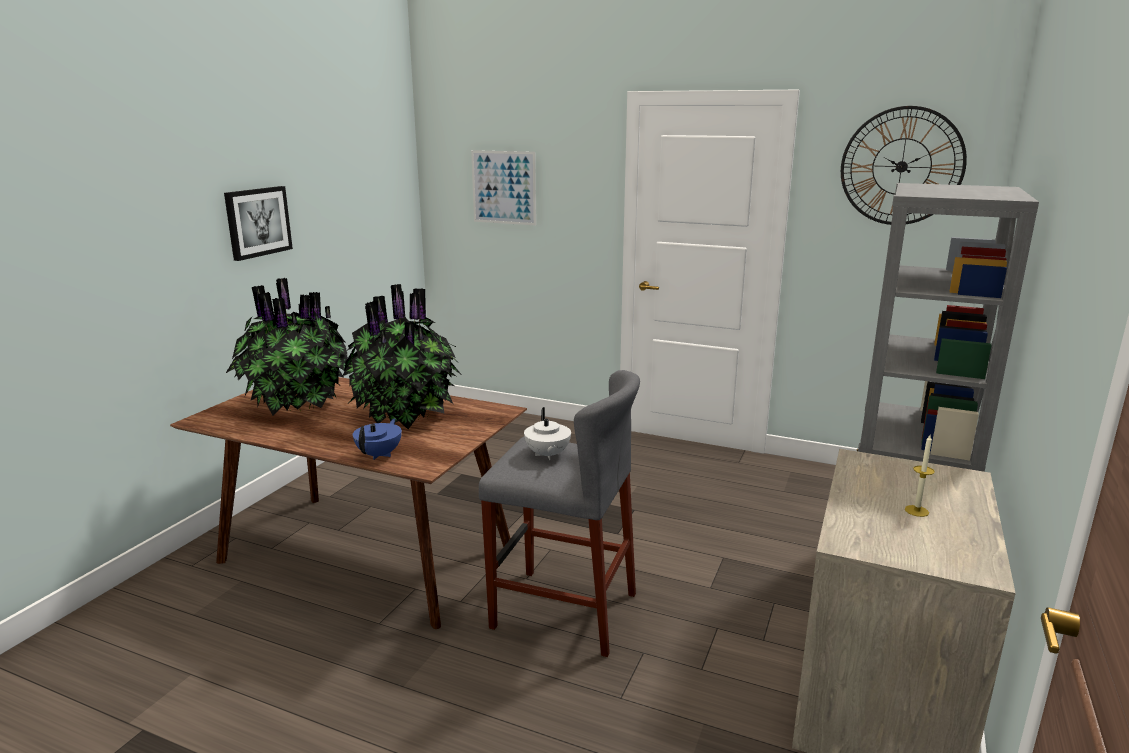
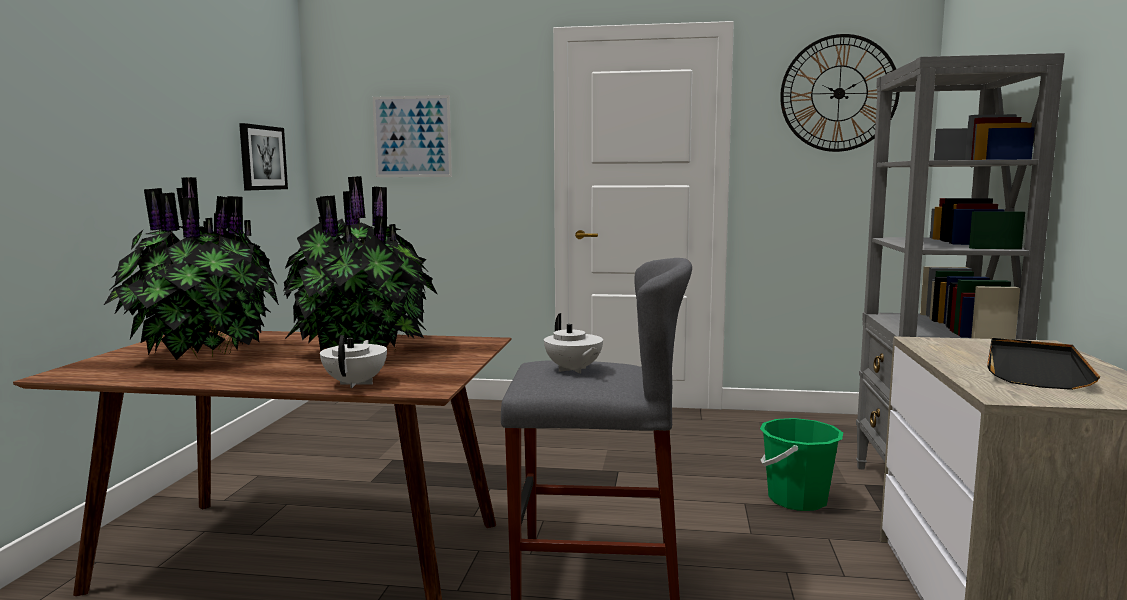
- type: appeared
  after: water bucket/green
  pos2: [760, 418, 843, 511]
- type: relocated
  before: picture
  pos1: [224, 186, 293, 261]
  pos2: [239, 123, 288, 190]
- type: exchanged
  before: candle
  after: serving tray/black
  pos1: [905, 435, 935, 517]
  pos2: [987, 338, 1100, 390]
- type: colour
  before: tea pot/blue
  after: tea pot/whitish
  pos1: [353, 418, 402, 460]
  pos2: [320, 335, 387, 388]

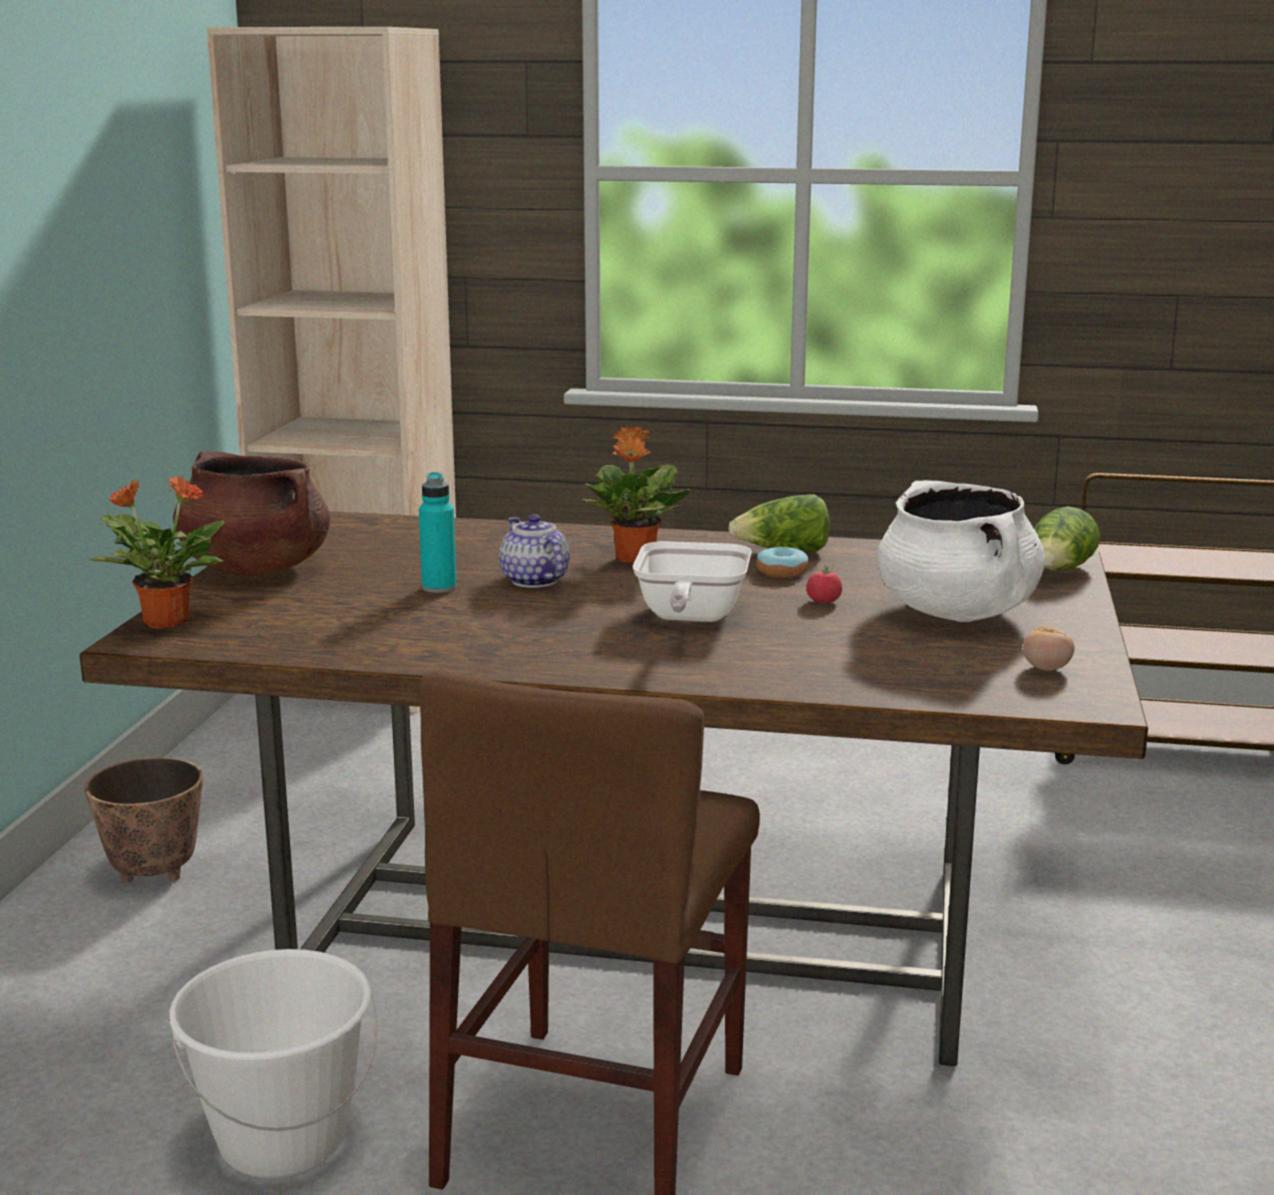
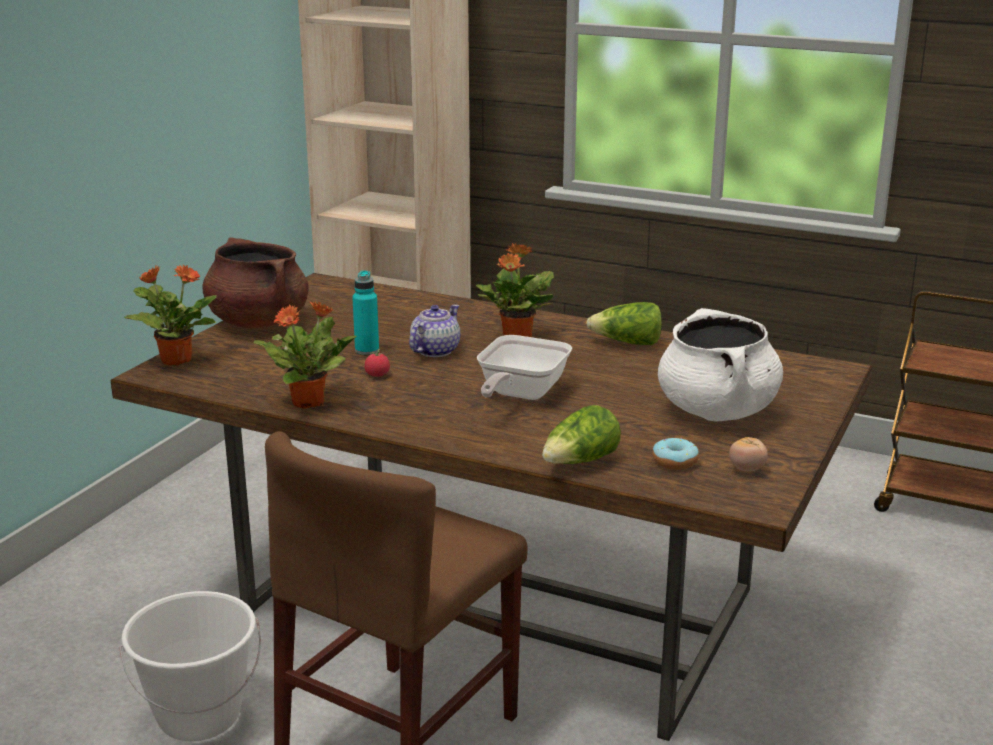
- type: missing
  before: flower pot
  pos1: [84, 757, 203, 883]
- type: appeared
  after: plant in a pot
  pos2: [254, 301, 357, 409]
- type: relocated
  before: doughnut
  pos1: [756, 546, 809, 578]
  pos2: [652, 438, 699, 470]
- type: relocated
  before: whole tomato
  pos1: [806, 565, 842, 603]
  pos2: [364, 349, 390, 377]
- type: relocated
  before: lettuce head
  pos1: [1034, 507, 1100, 570]
  pos2: [542, 405, 621, 464]
- type: spun
  before: tea pot
  pos1: [499, 514, 570, 588]
  pos2: [409, 305, 460, 357]
  turn: 45

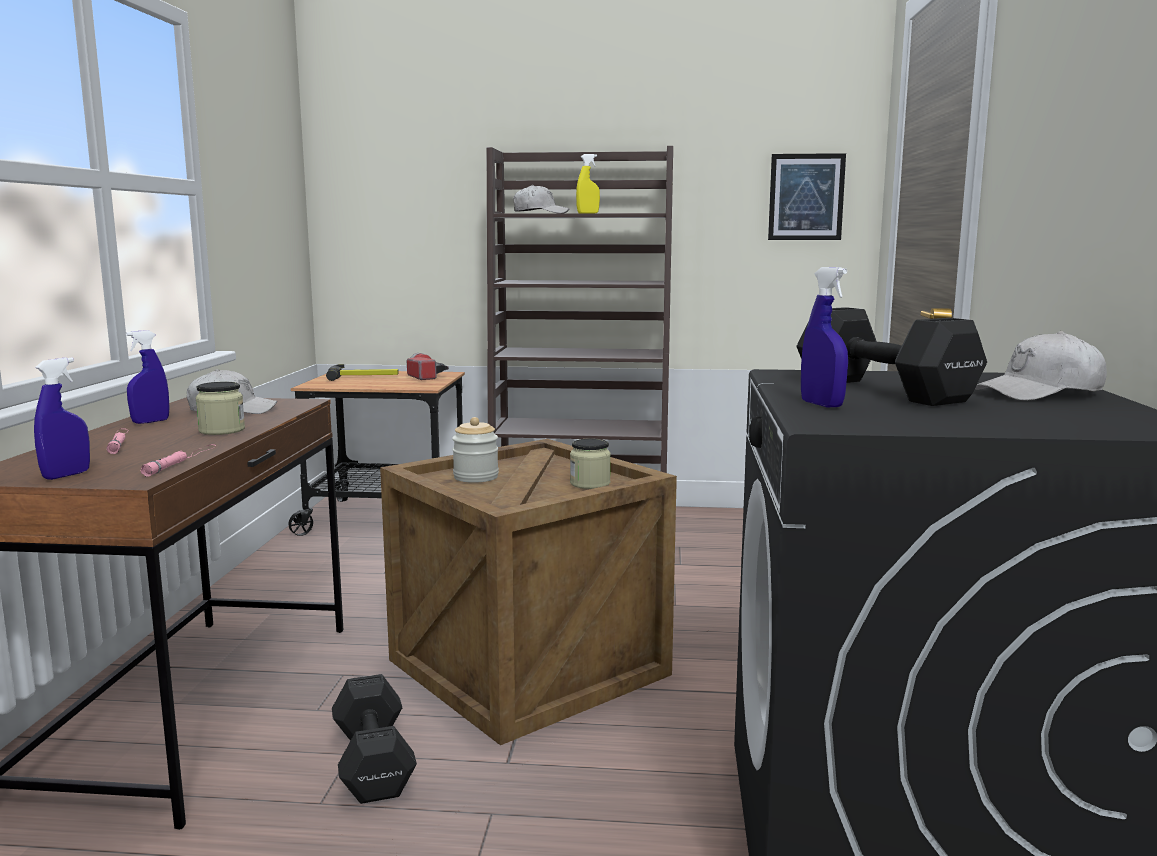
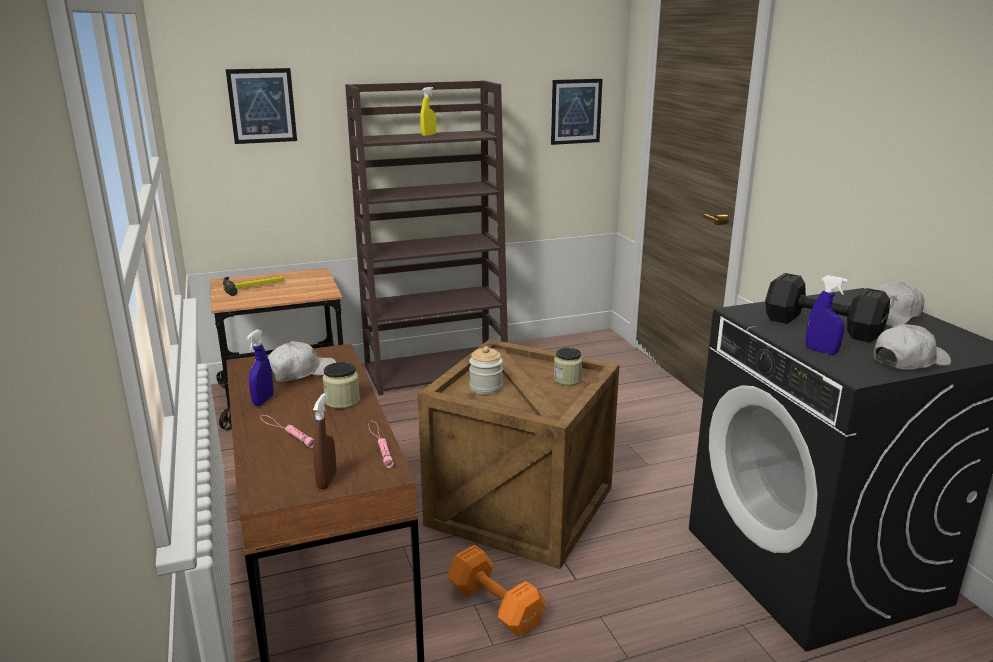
- type: missing
  before: torch
  pos1: [407, 353, 449, 380]
- type: appeared
  after: picture
  pos2: [226, 68, 297, 144]
- type: relocated
  before: baseball cap/whitish
  pos1: [513, 185, 570, 213]
  pos2: [874, 324, 951, 370]
- type: colour
  before: spray bottle/blue
  after: spray bottle/brownish
  pos1: [34, 358, 90, 480]
  pos2: [313, 393, 336, 489]
- type: colour
  before: hand weight/black
  after: hand weight/orangey
  pos1: [332, 674, 417, 804]
  pos2: [448, 545, 546, 637]

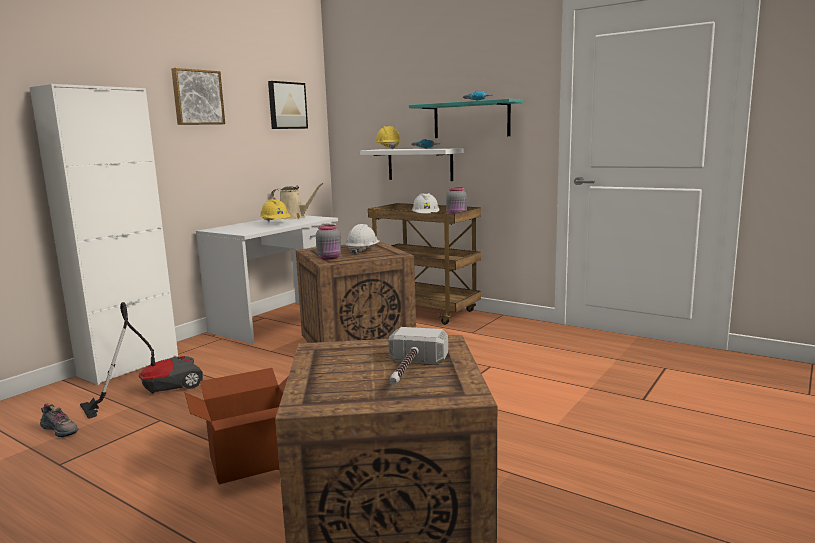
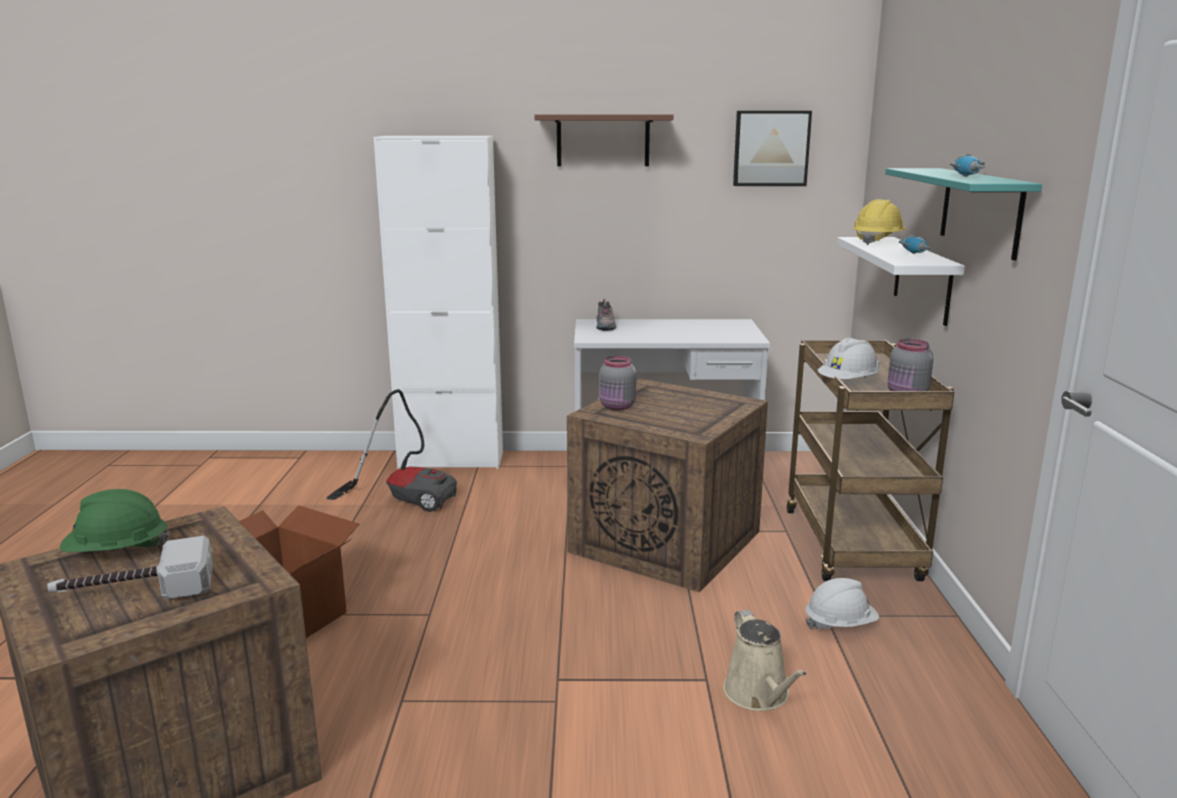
- type: missing
  before: work helmet/yellow
  pos1: [260, 199, 290, 222]
- type: appeared
  after: work helmet/green
  pos2: [60, 489, 170, 552]
- type: relocated
  before: shoe
  pos1: [40, 403, 78, 437]
  pos2: [596, 299, 616, 331]
- type: relocated
  before: watering can/beige-coloured
  pos1: [271, 183, 324, 219]
  pos2: [723, 610, 807, 711]
- type: relocated
  before: work helmet/whitish
  pos1: [346, 224, 379, 255]
  pos2: [805, 578, 879, 630]
- type: exchanged
  before: picture
  after: wall shelf/brownish
  pos1: [171, 68, 225, 125]
  pos2: [534, 114, 674, 166]

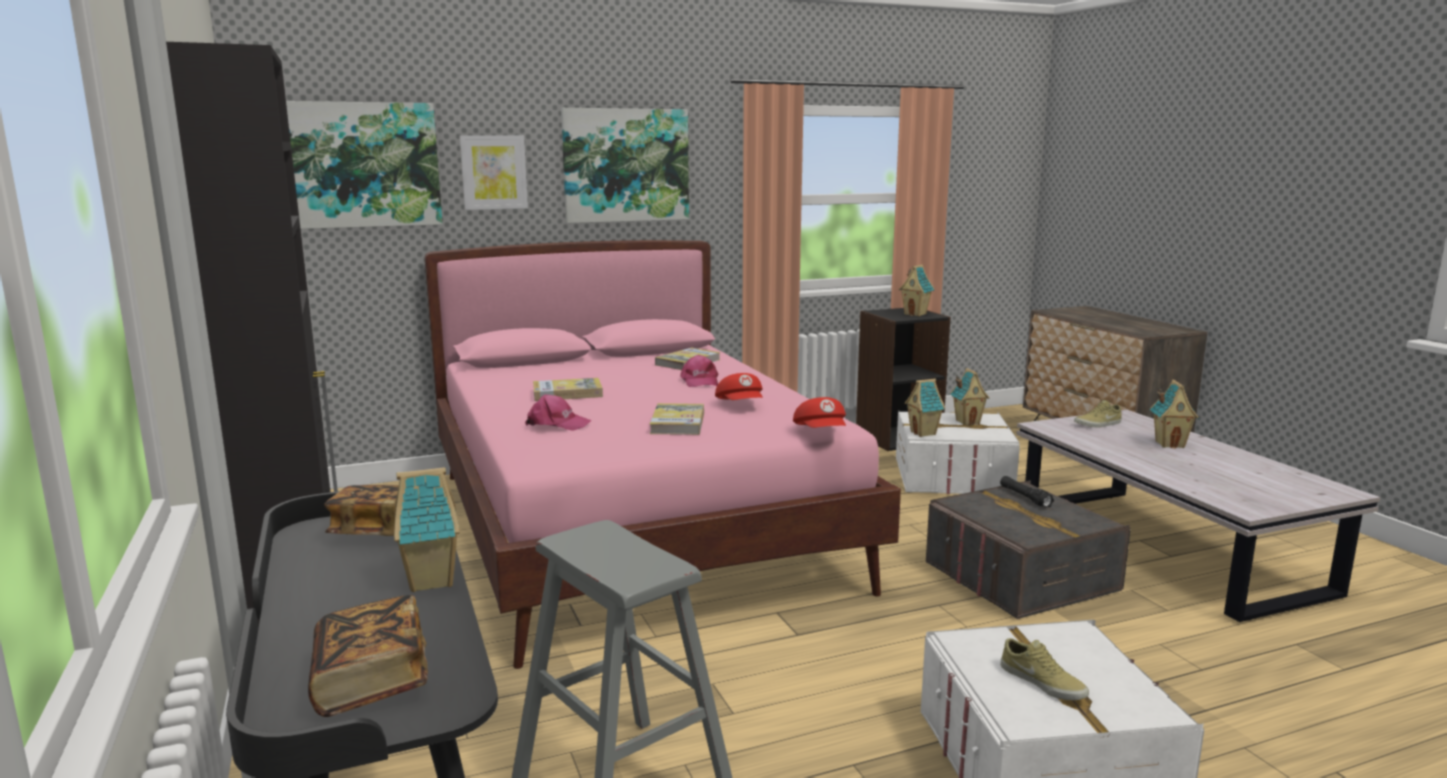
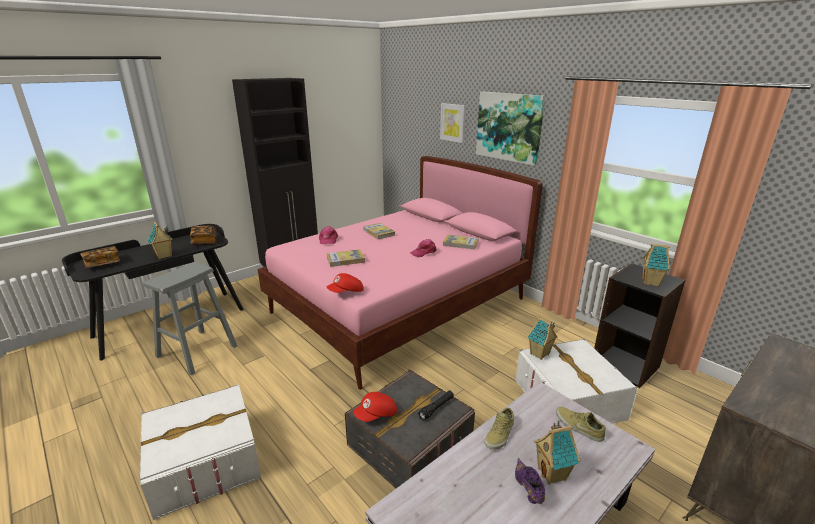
- type: missing
  before: picture
  pos1: [286, 101, 442, 229]
- type: missing
  before: model house
  pos1: [950, 368, 989, 425]
- type: appeared
  after: shoe/purple-coloured
  pos2: [515, 458, 545, 504]
- type: relocated
  before: baseball cap/reddish
  pos1: [715, 373, 763, 400]
  pos2: [353, 392, 397, 422]
- type: relocated
  before: shoe/beige-coloured
  pos1: [1000, 638, 1089, 700]
  pos2: [484, 408, 514, 450]

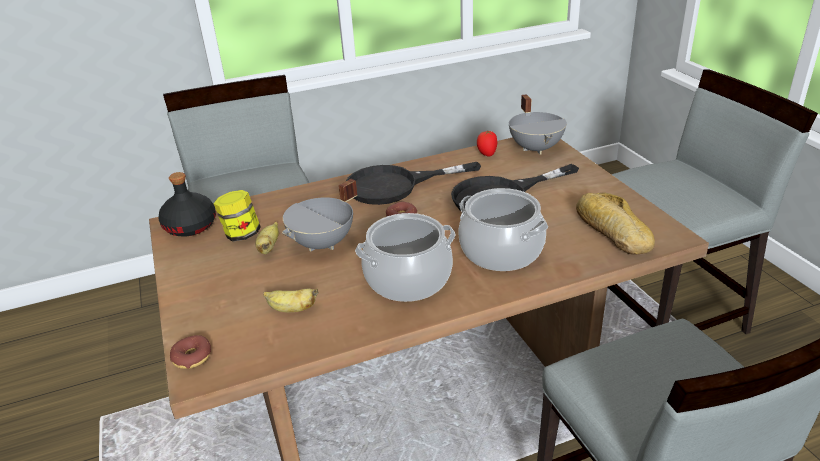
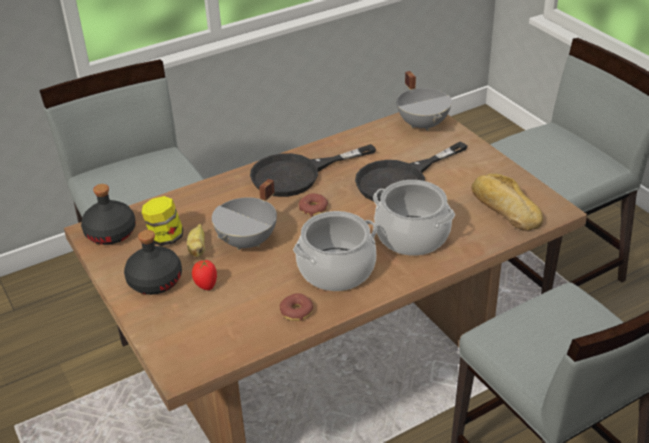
- type: missing
  before: whole banana
  pos1: [263, 289, 318, 312]
- type: appeared
  after: bottle/black
  pos2: [124, 230, 182, 295]
- type: relocated
  before: doughnut
  pos1: [170, 335, 211, 369]
  pos2: [280, 293, 313, 321]
- type: relocated
  before: whole tomato
  pos1: [477, 131, 497, 156]
  pos2: [192, 260, 217, 290]

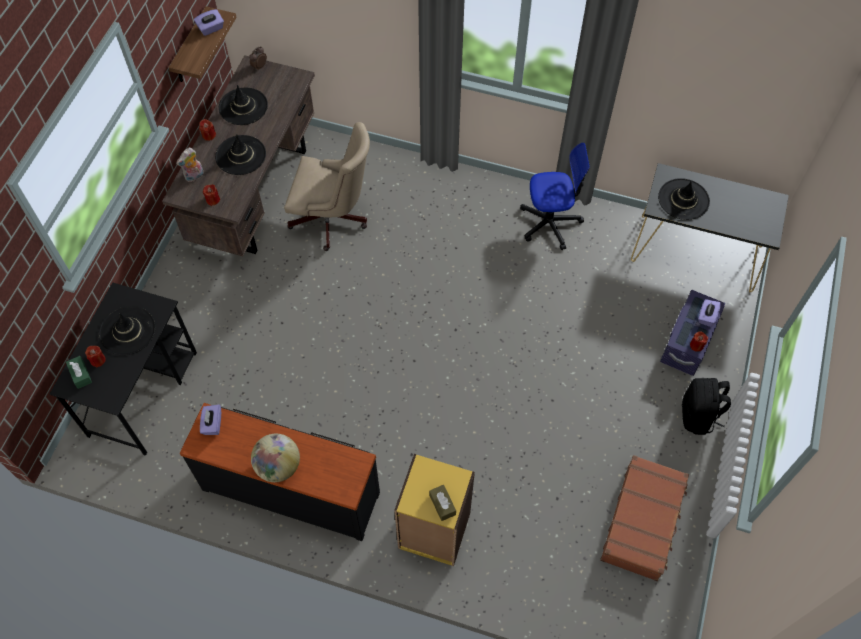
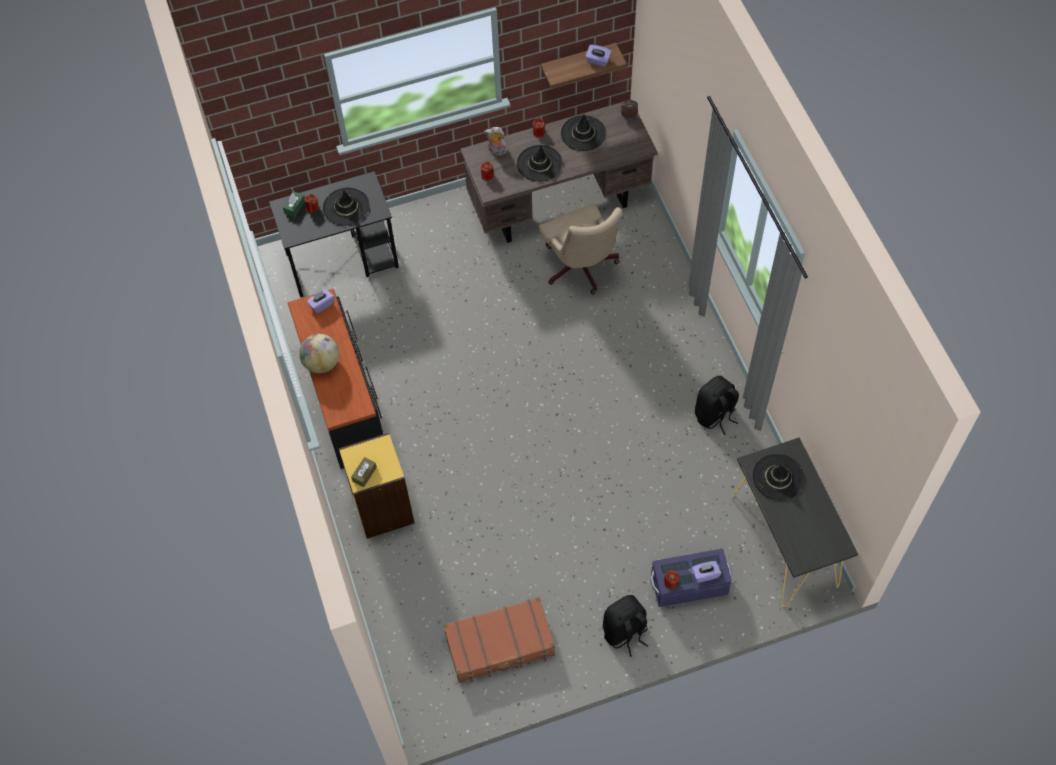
- type: exchanged
  before: office chair
  after: backpack/black
  pos1: [520, 142, 590, 250]
  pos2: [695, 376, 739, 435]

